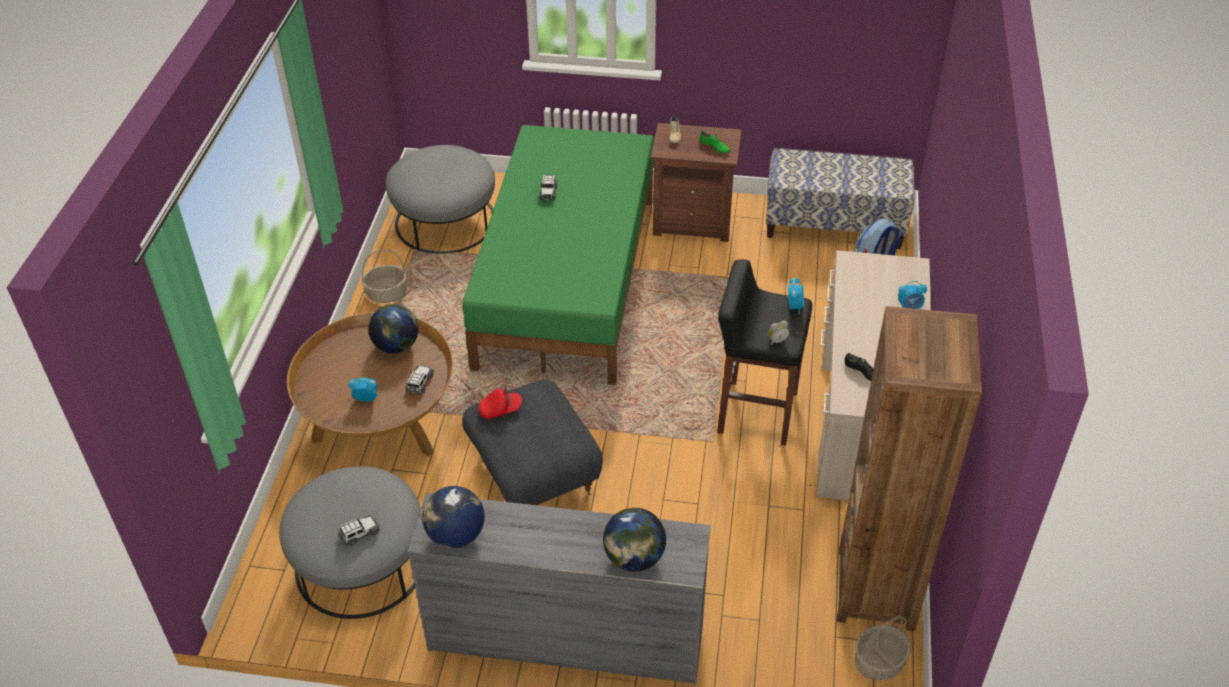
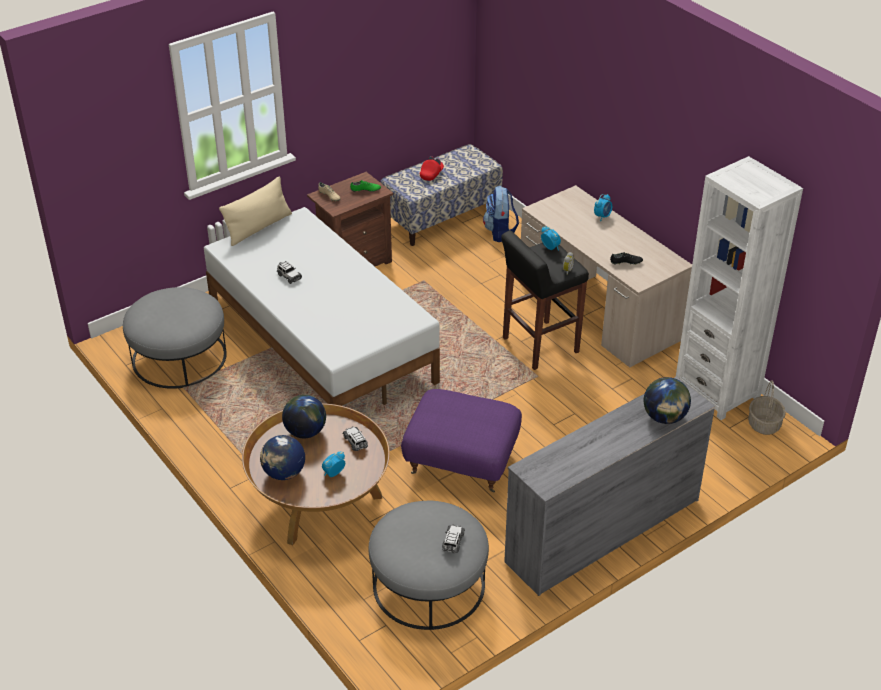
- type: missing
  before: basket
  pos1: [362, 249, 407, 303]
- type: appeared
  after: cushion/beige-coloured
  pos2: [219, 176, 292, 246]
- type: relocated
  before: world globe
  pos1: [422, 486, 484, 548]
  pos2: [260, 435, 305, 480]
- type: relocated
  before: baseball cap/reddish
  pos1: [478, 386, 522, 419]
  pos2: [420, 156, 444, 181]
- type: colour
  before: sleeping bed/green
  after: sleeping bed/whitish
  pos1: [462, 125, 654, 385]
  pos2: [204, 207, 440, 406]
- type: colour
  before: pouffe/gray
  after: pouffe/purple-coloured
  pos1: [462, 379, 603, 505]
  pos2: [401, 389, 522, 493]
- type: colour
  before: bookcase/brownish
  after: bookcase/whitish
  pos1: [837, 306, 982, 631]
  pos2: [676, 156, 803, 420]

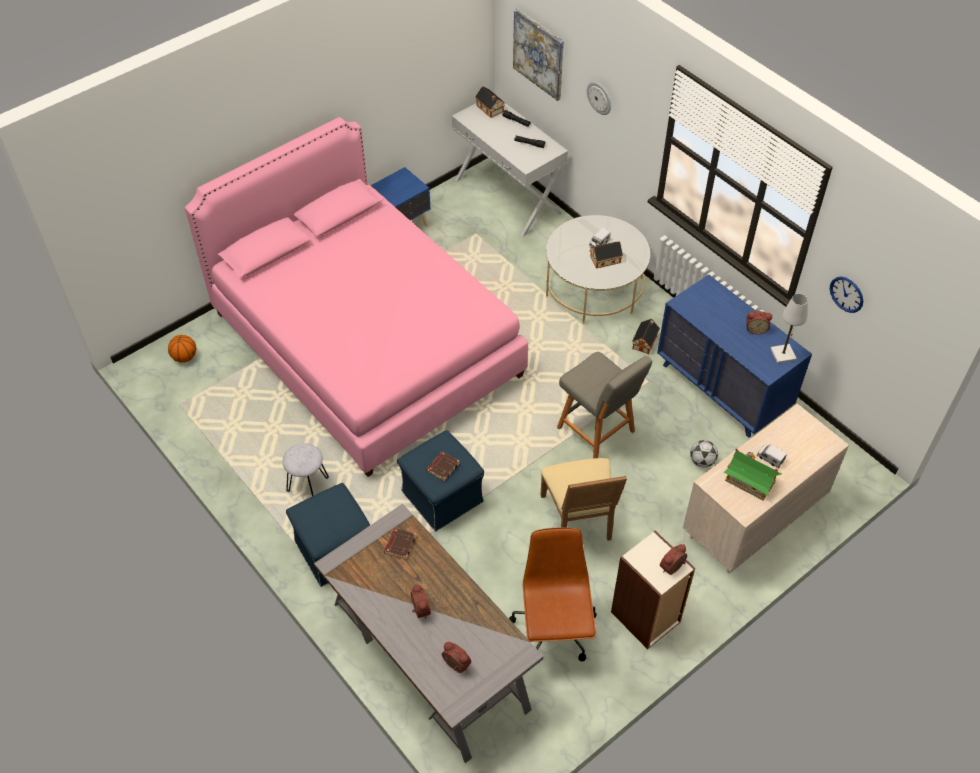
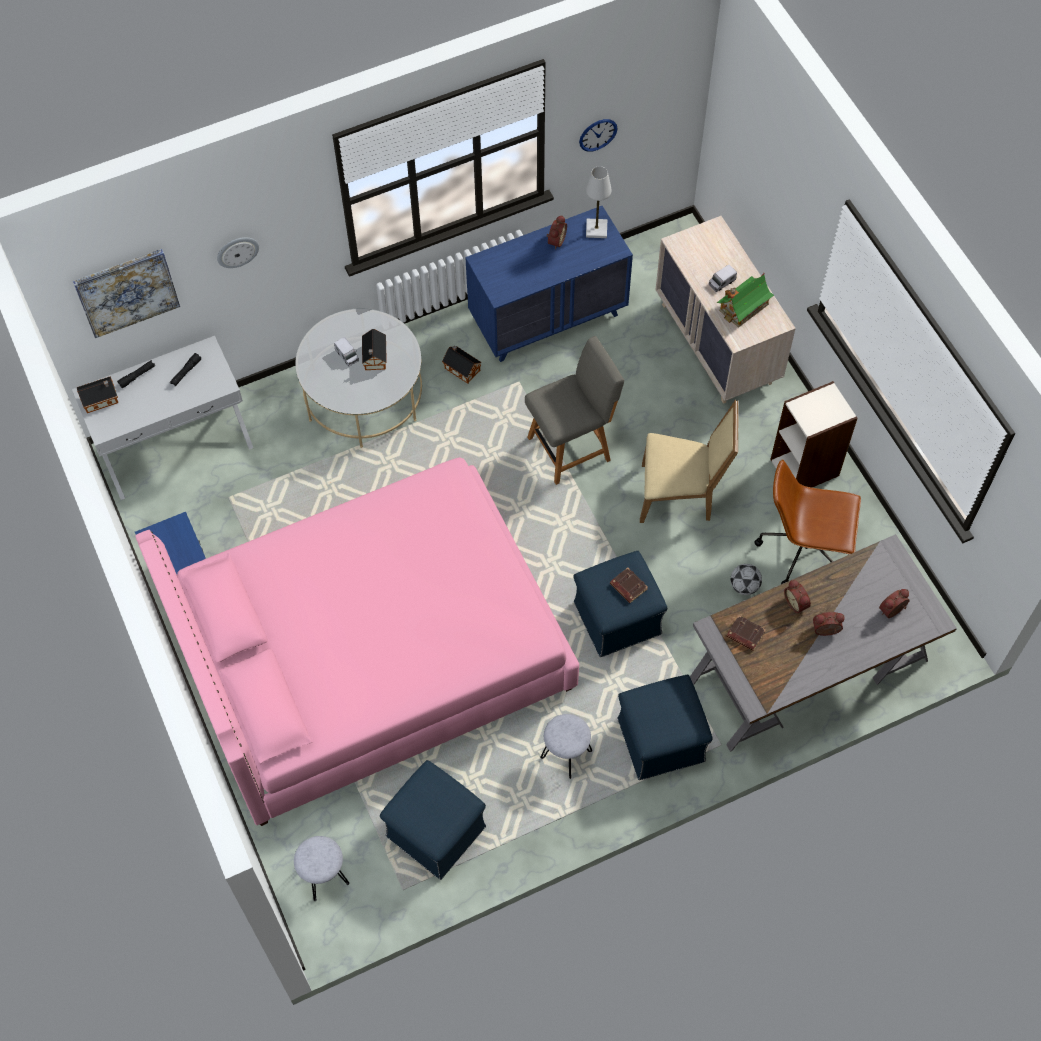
- type: appeared
  after: pouffe/blue
  pos2: [380, 760, 486, 880]
- type: relocated
  before: bedside clock
  pos1: [660, 544, 687, 575]
  pos2: [784, 580, 811, 613]
- type: relocated
  before: ball for football
  pos1: [690, 440, 718, 468]
  pos2: [730, 564, 762, 595]
- type: exchanged
  before: ball for basketball
  after: stool/gray
  pos1: [168, 335, 196, 363]
  pos2: [294, 836, 349, 901]

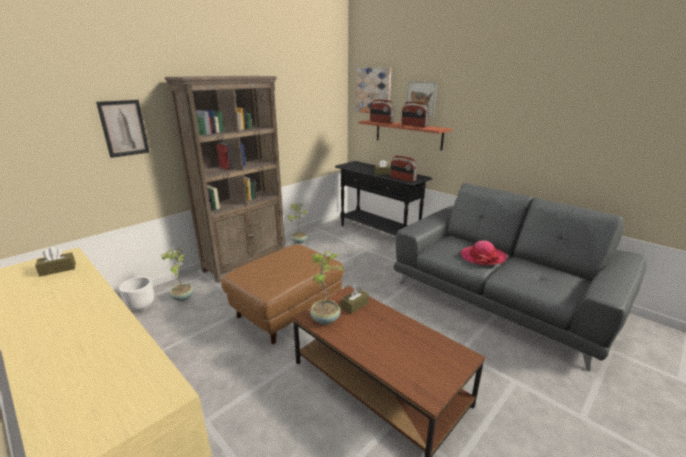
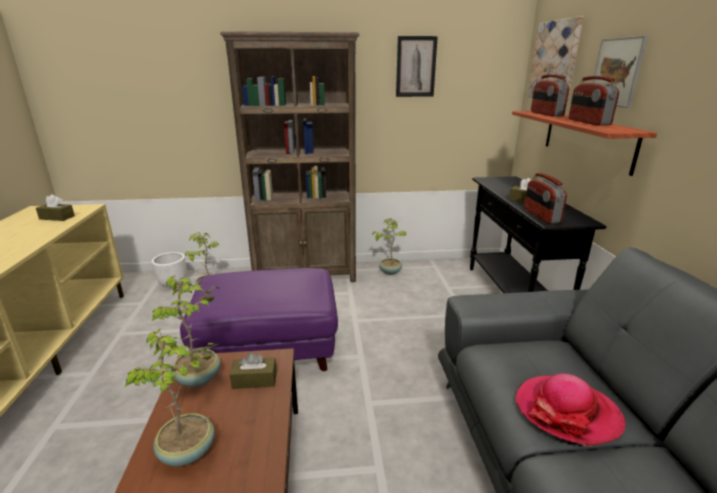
- type: appeared
  after: plant in a pot
  pos2: [125, 329, 214, 466]
- type: relocated
  before: picture
  pos1: [96, 100, 149, 158]
  pos2: [396, 36, 438, 97]
- type: colour
  before: pouffe/brownish
  after: pouffe/purple-coloured
  pos1: [221, 244, 344, 344]
  pos2: [180, 268, 338, 371]

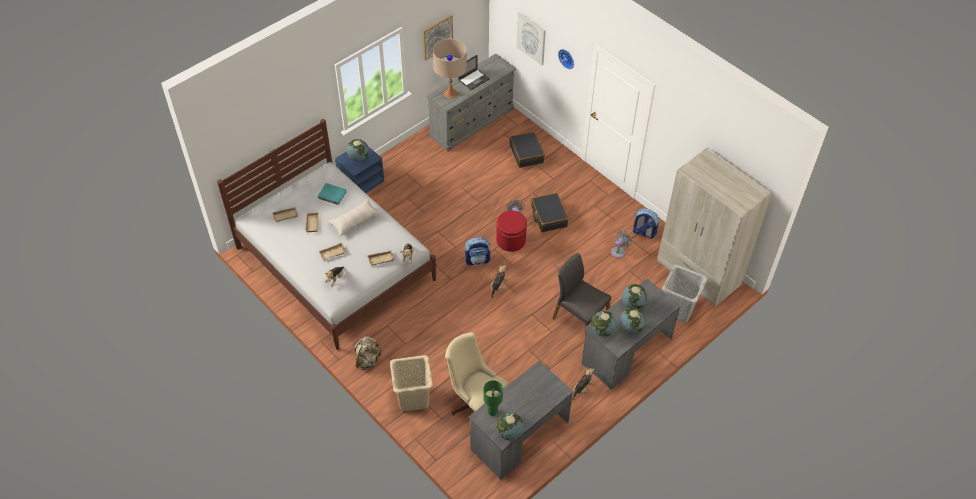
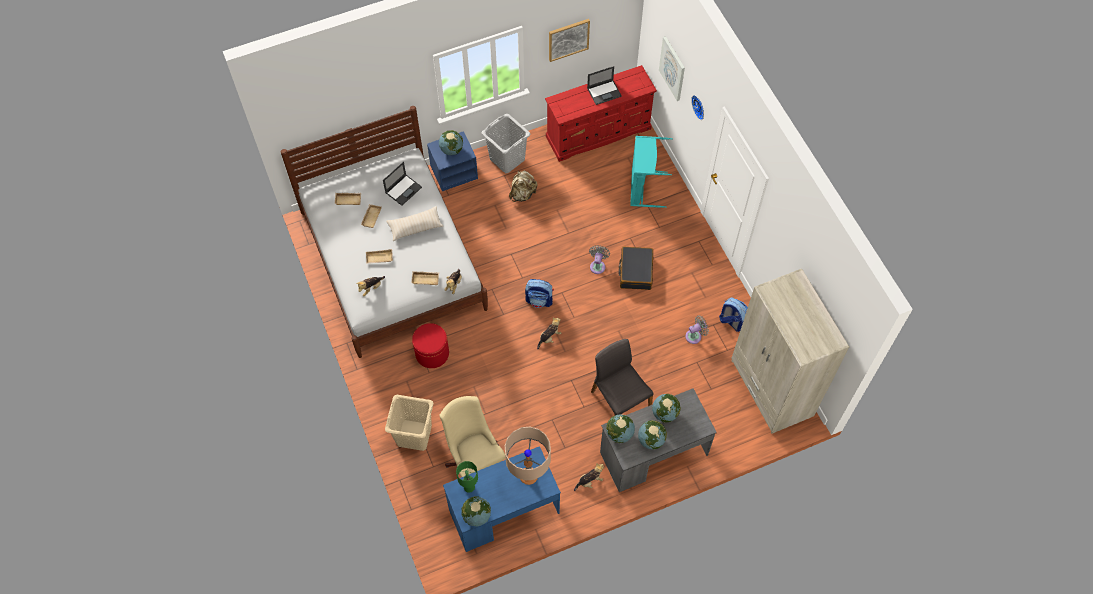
- type: relocated
  before: backpack/beige-coloured
  pos1: [355, 336, 382, 370]
  pos2: [509, 171, 537, 202]
- type: relocated
  before: tabletop lamp/beige-coloured
  pos1: [433, 39, 467, 99]
  pos2: [505, 427, 551, 485]
- type: relocated
  before: pouffe/reddish
  pos1: [496, 211, 527, 252]
  pos2: [412, 323, 449, 368]
- type: relocated
  before: laundry basket/gray
  pos1: [662, 265, 708, 323]
  pos2: [482, 114, 530, 173]
- type: exchanged
  before: book/turquoise
  after: portable computer
  pos1: [318, 183, 347, 205]
  pos2: [383, 162, 422, 206]
- type: exchanged
  before: piece of luggage/black
  after: laundry basket/turquoise
  pos1: [510, 132, 545, 168]
  pos2: [630, 136, 673, 208]
- type: colour
  before: drawer chest/gray
  after: drawer chest/reddish
  pos1: [426, 53, 516, 152]
  pos2: [545, 65, 657, 162]
- type: colour
  before: desk unit/gray
  after: desk unit/blue
  pos1: [468, 361, 574, 480]
  pos2: [443, 446, 561, 552]

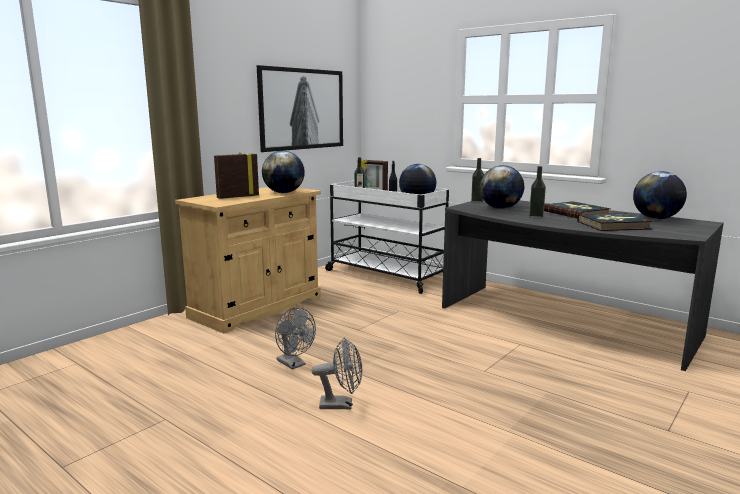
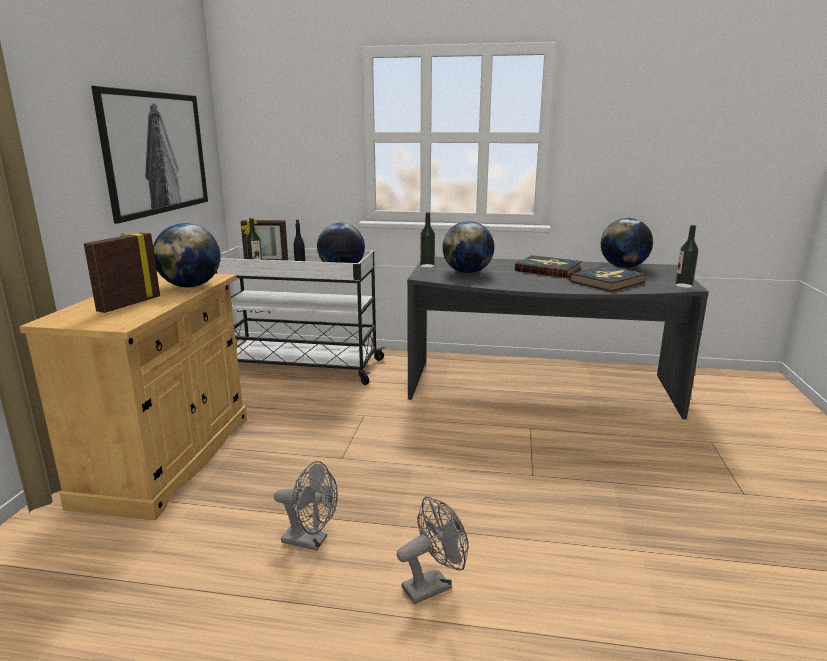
- type: relocated
  before: bottle
  pos1: [529, 166, 546, 219]
  pos2: [675, 225, 699, 288]

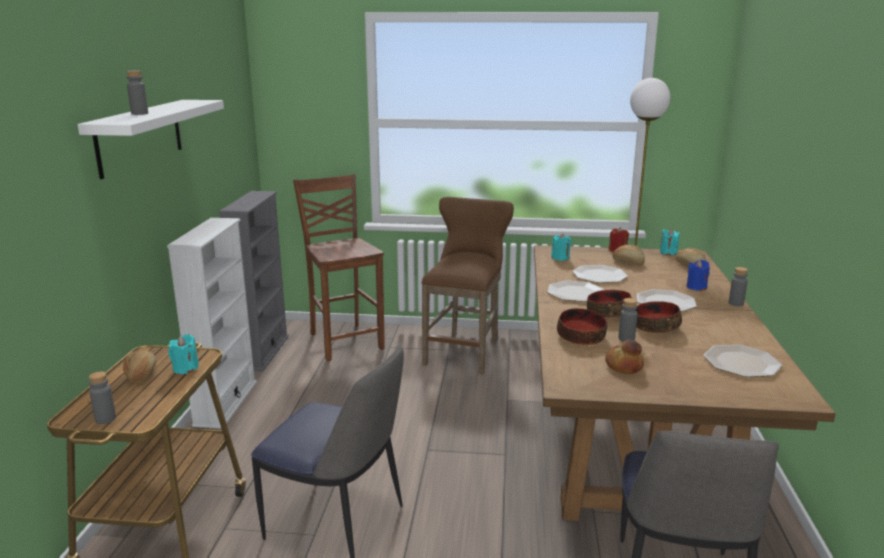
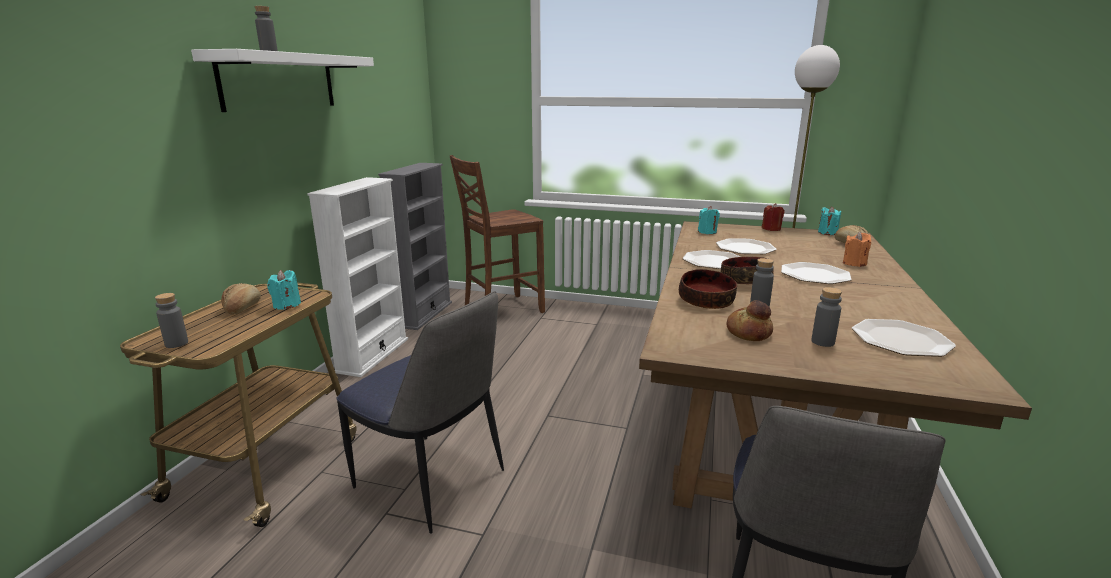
- type: missing
  before: stool/brownish
  pos1: [421, 197, 514, 375]
- type: missing
  before: bread
  pos1: [613, 244, 645, 265]
- type: missing
  before: deep dish
  pos1: [636, 301, 682, 333]
- type: relocated
  before: bottle/gray
  pos1: [729, 267, 748, 306]
  pos2: [811, 287, 842, 347]
- type: colour
  before: candle/blue
  after: candle/orangey
  pos1: [687, 260, 710, 291]
  pos2: [843, 232, 871, 267]
- type: spun
  before: chair/brownish
  pos1: [293, 174, 385, 362]
  pos2: [450, 155, 545, 313]
  turn: -105

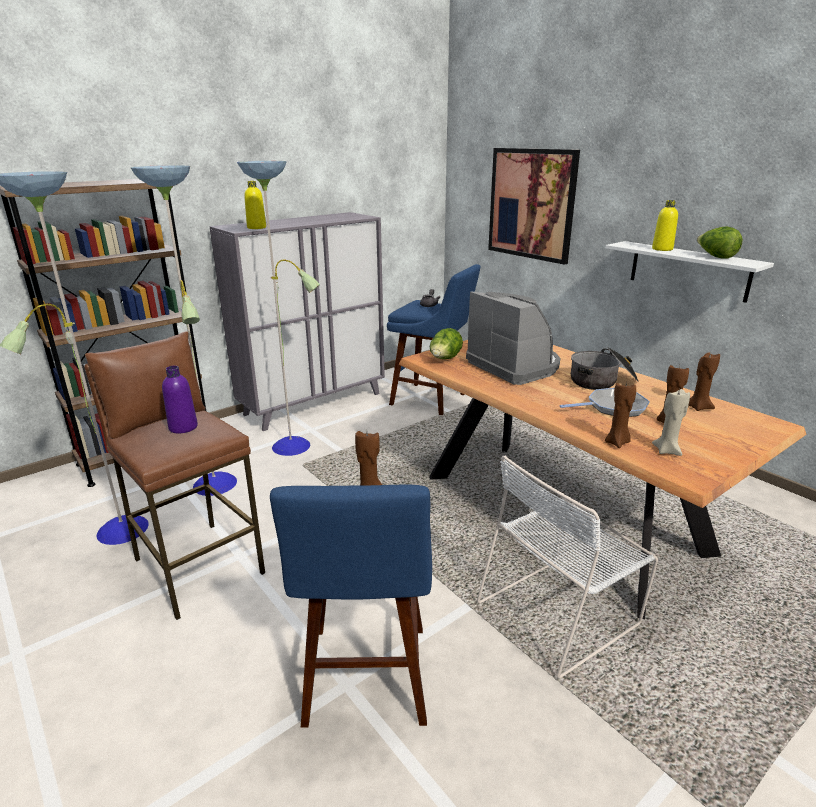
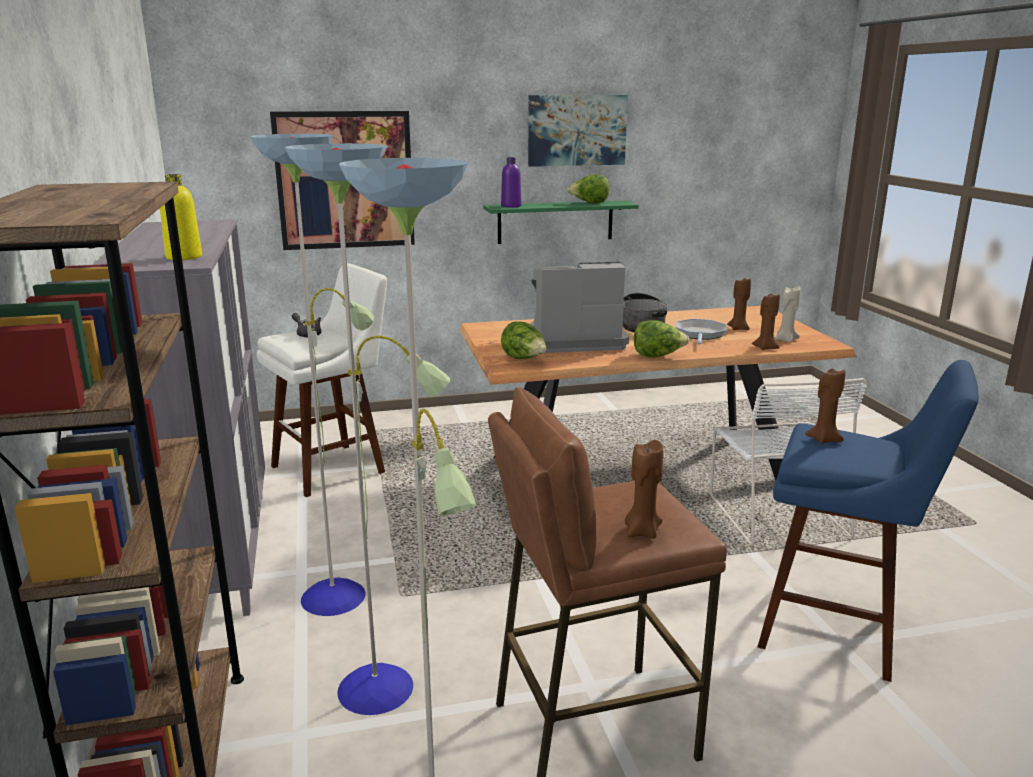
- type: missing
  before: bottle/yellow
  pos1: [652, 200, 678, 251]
- type: appeared
  after: picture
  pos2: [528, 95, 628, 167]
- type: appeared
  after: lettuce head
  pos2: [634, 320, 689, 358]
- type: relocated
  before: bottle/purple-coloured
  pos1: [162, 366, 198, 433]
  pos2: [501, 157, 521, 208]
- type: relocated
  before: candle/brownish
  pos1: [688, 353, 720, 411]
  pos2: [625, 440, 663, 538]
- type: colour
  before: stool/blue
  after: stool/whitish
  pos1: [387, 264, 480, 415]
  pos2: [257, 263, 387, 497]
- type: colour
  before: wall shelf/whitish
  after: wall shelf/green
  pos1: [605, 241, 774, 303]
  pos2: [483, 200, 639, 244]

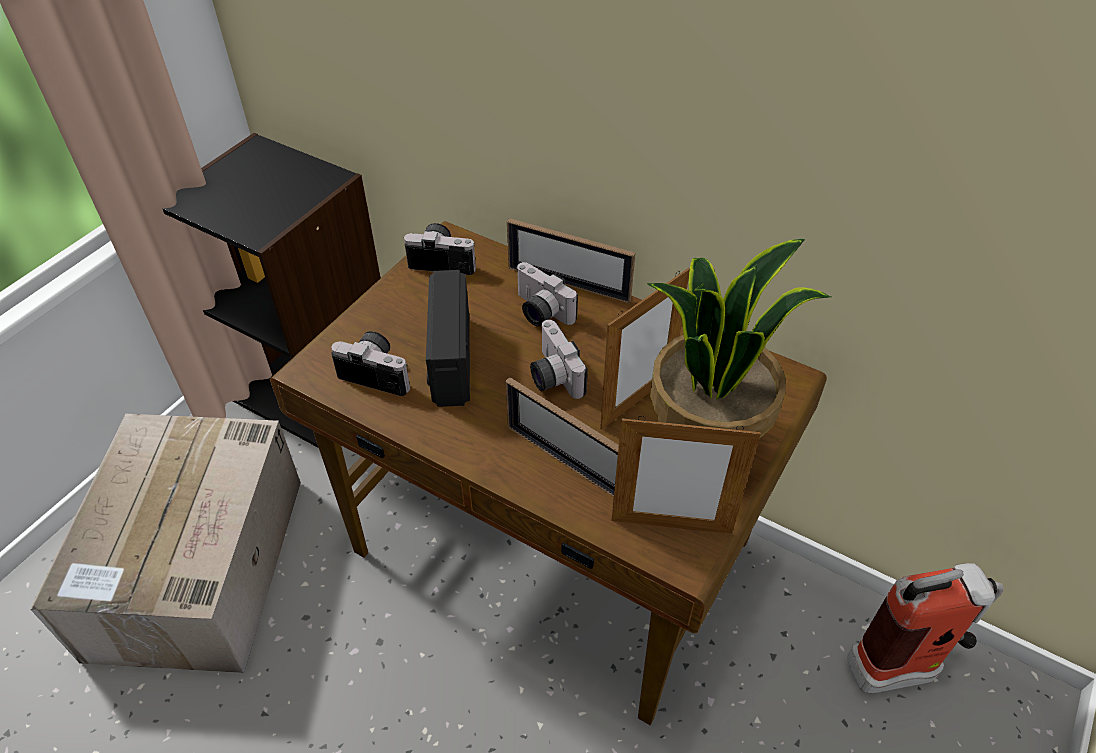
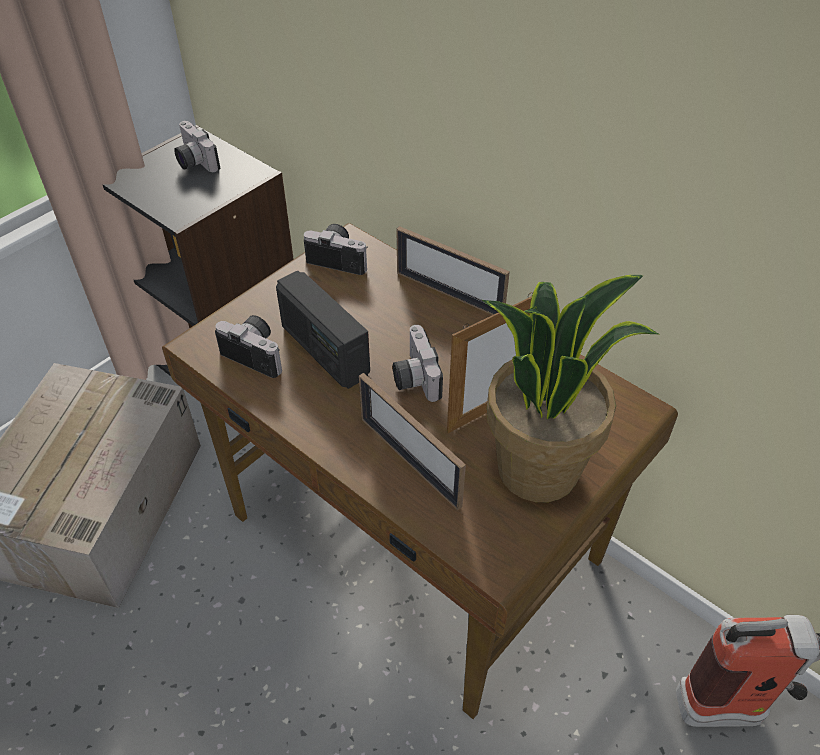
- type: missing
  before: standing frame
  pos1: [611, 416, 761, 534]
- type: relocated
  before: still camera
  pos1: [516, 262, 578, 327]
  pos2: [174, 121, 220, 172]
- type: spun
  before: radio set
  pos1: [426, 270, 470, 407]
  pos2: [276, 271, 370, 389]
  turn: -45

